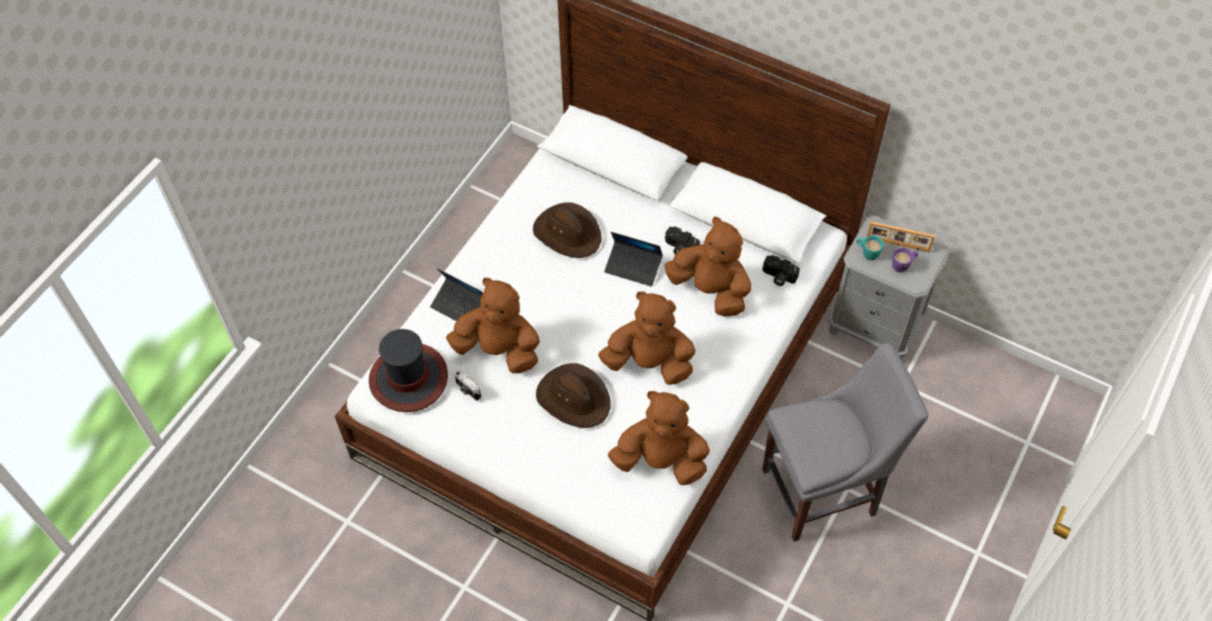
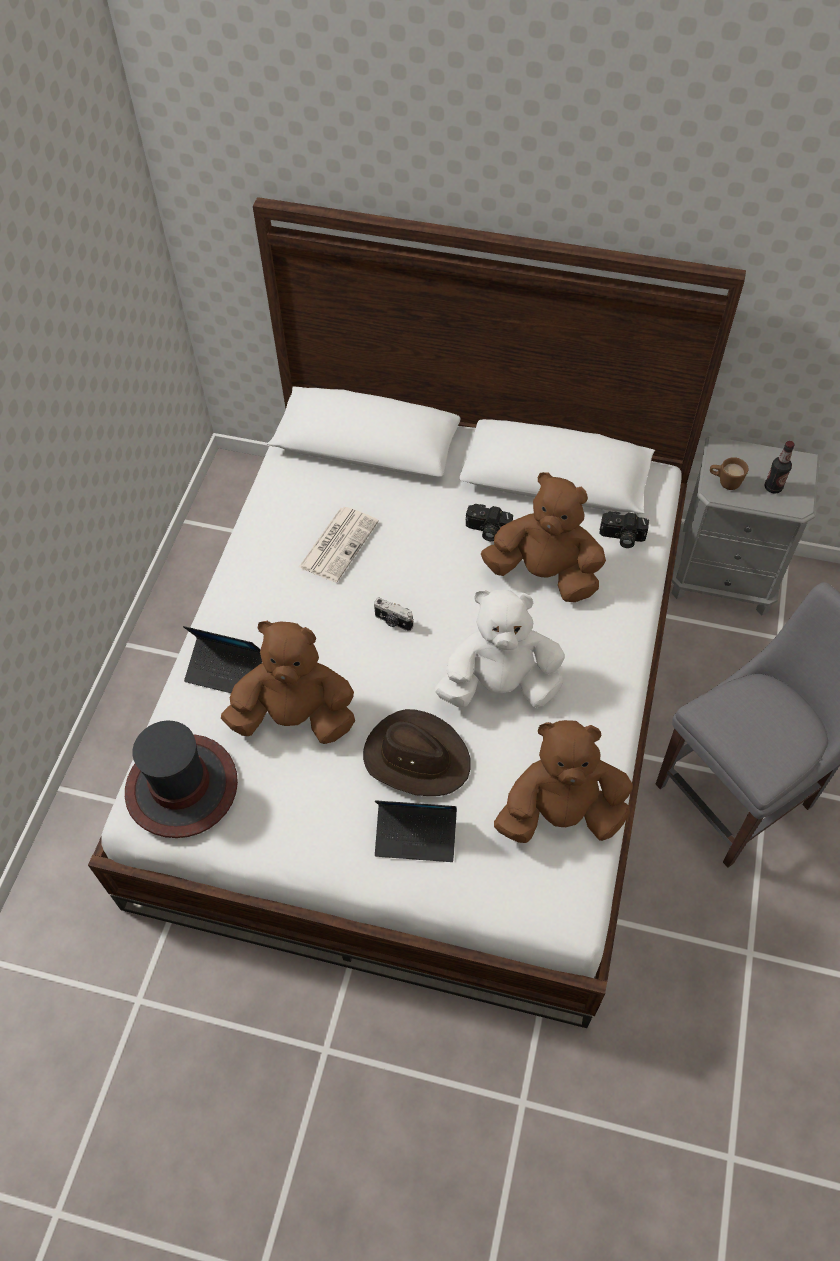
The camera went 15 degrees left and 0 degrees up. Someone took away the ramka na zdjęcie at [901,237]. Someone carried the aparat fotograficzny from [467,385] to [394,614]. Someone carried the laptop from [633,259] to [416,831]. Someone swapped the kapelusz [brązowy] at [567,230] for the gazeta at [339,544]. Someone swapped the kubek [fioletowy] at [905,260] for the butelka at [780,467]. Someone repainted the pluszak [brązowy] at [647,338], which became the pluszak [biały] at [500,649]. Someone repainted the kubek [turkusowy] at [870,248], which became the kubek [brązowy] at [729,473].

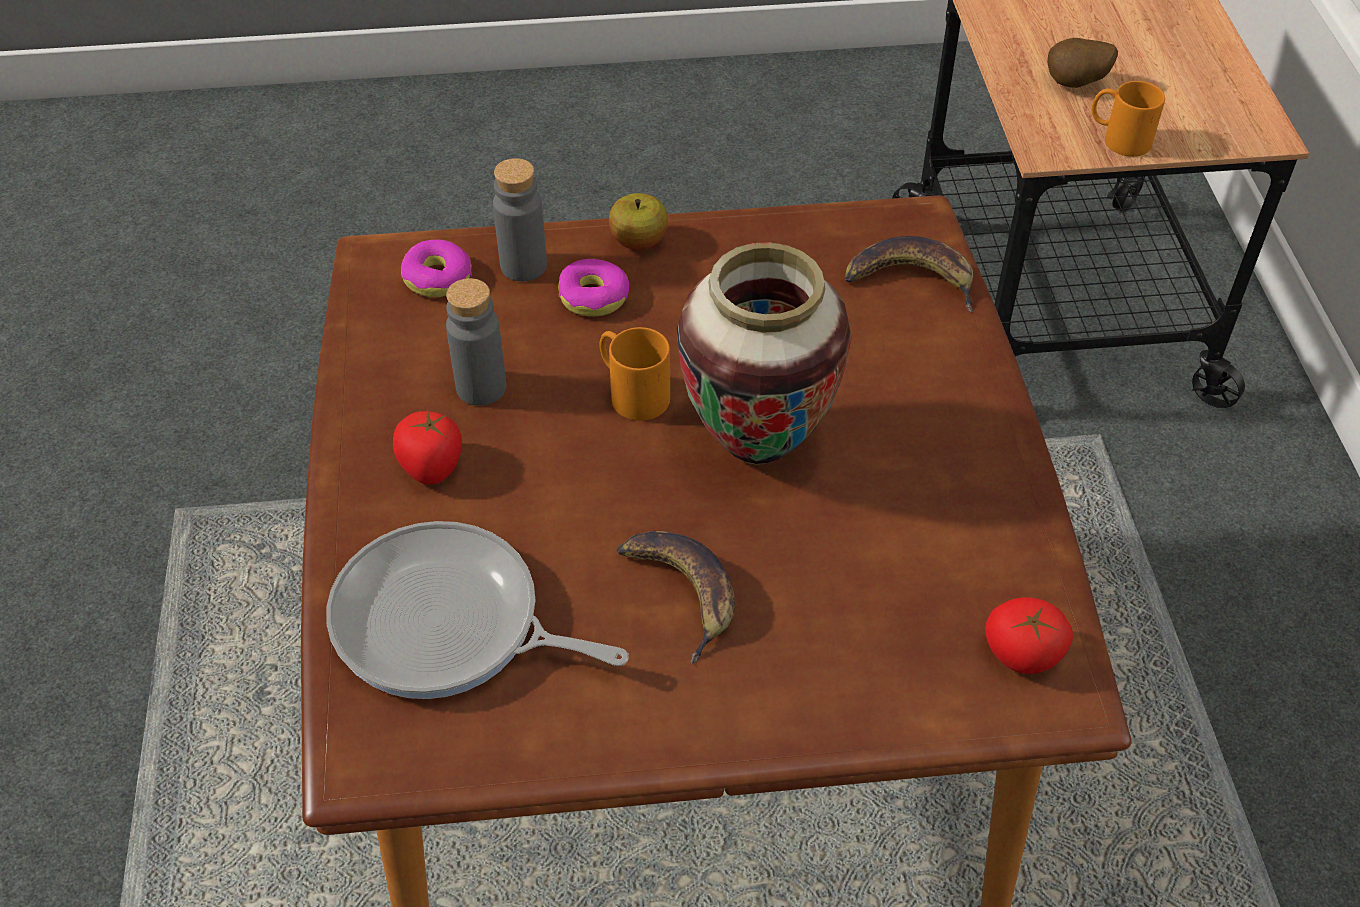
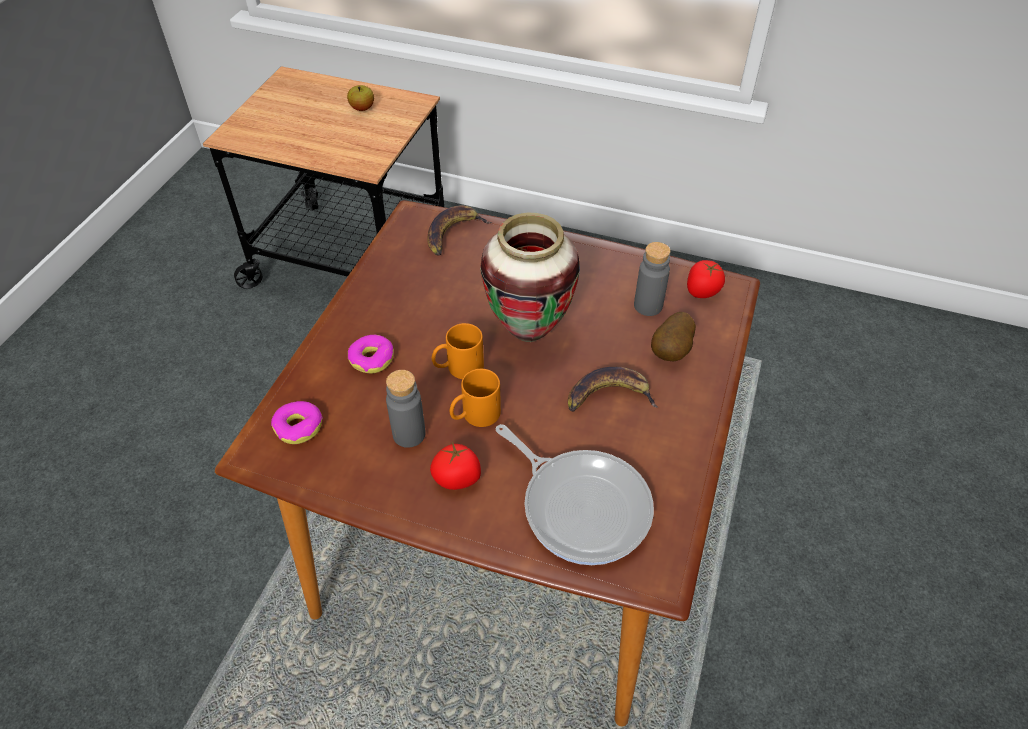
The camera went 65 degrees left and 0 degrees up. Someone carried the butelka [szary] from [520,219] to [652,279]. Someone carried the jabłko from [638,221] to [360,98]. Someone carried the ziemniak from [1082,63] to [673,336]. Someone carried the kubek [pomarańczowy] from [1128,119] to [475,398]. Someone rotated the patelnia at [477,610] by 90 degrees counterclockwise.

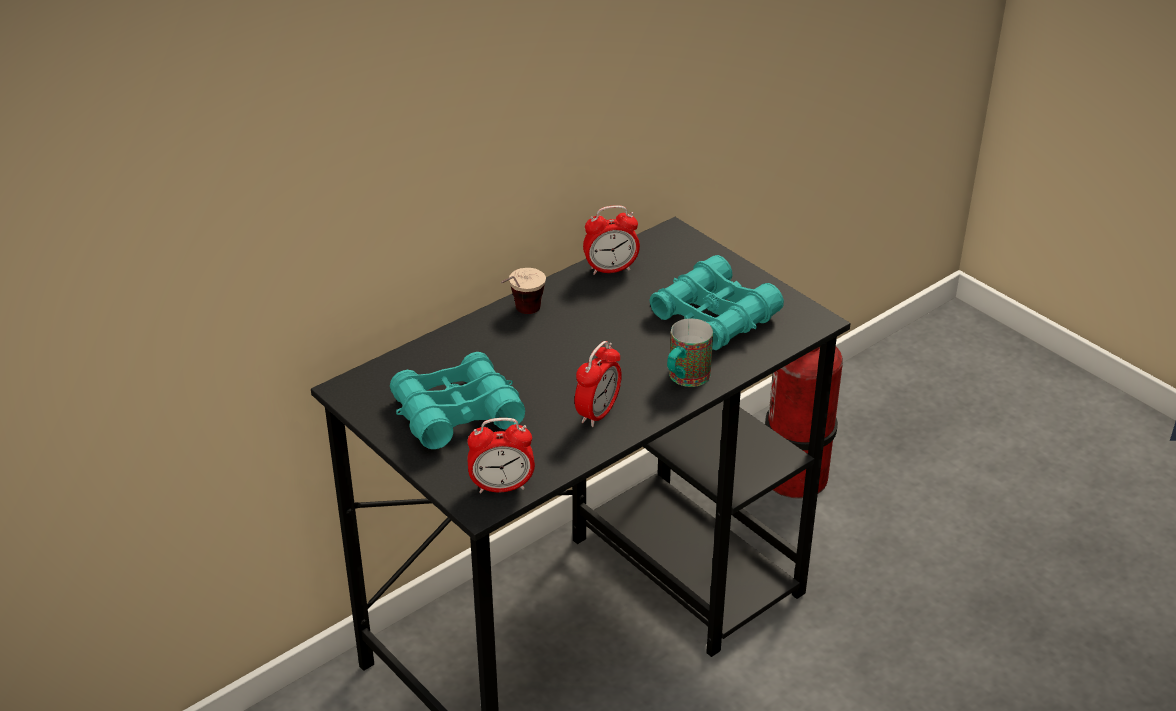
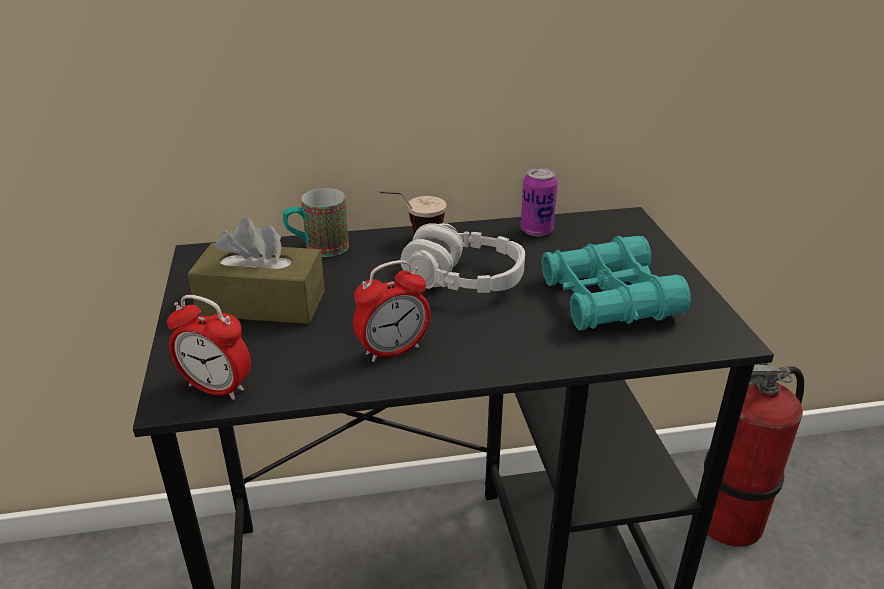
The camera went 30 degrees right and 5 degrees down. Someone put down the słuchawki [szary] at [462,258]. Someone carried the kubek from [690,352] to [316,222]. Someone swapped the lornetka [turkusowy] at [457,400] for the pudełko chusteczek [brązowy] at [256,271]. Someone swapped the budzik at [611,240] for the puszka at [539,201].

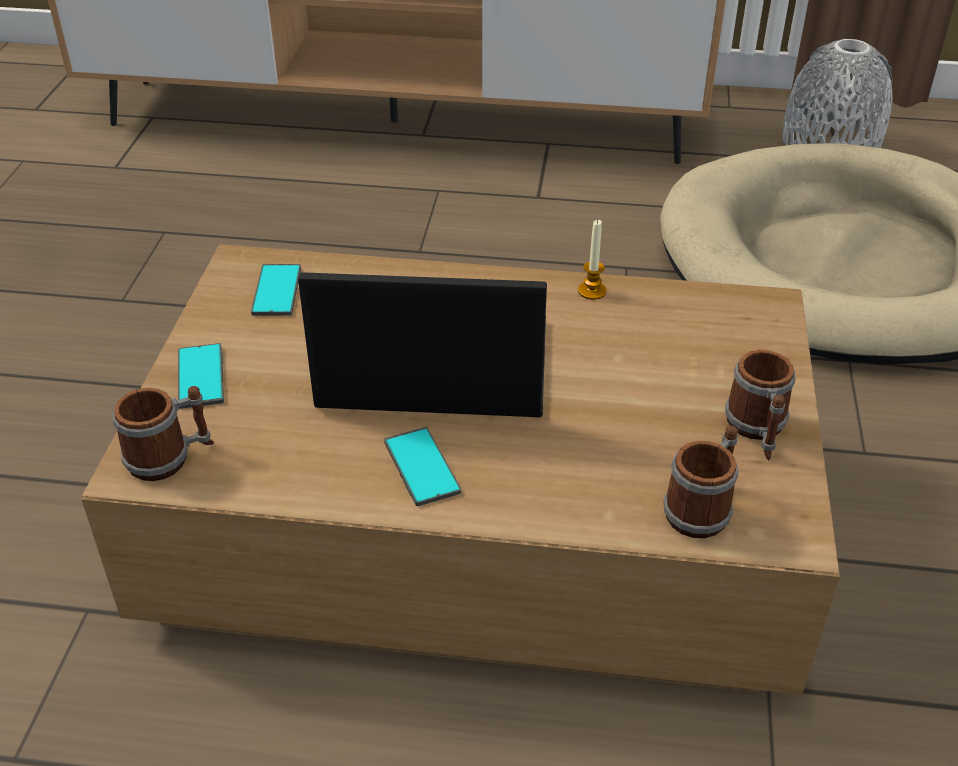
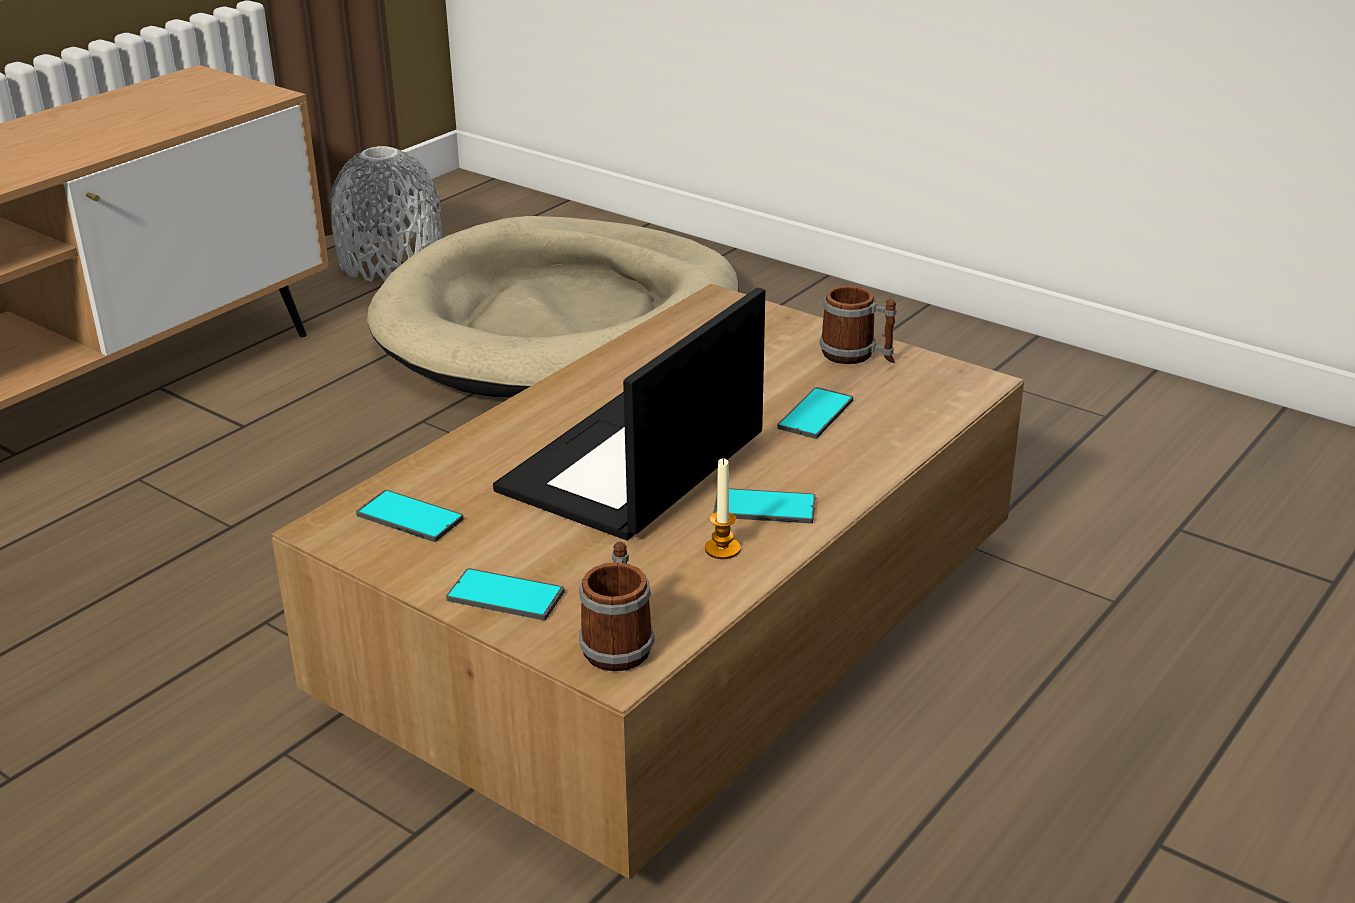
The camera went 60 degrees left and 10 degrees down. Someone took away the kubek at [700,481]. Someone put down the telefon at [815,413]. Someone carried the świeca from [592,259] to [723,508].

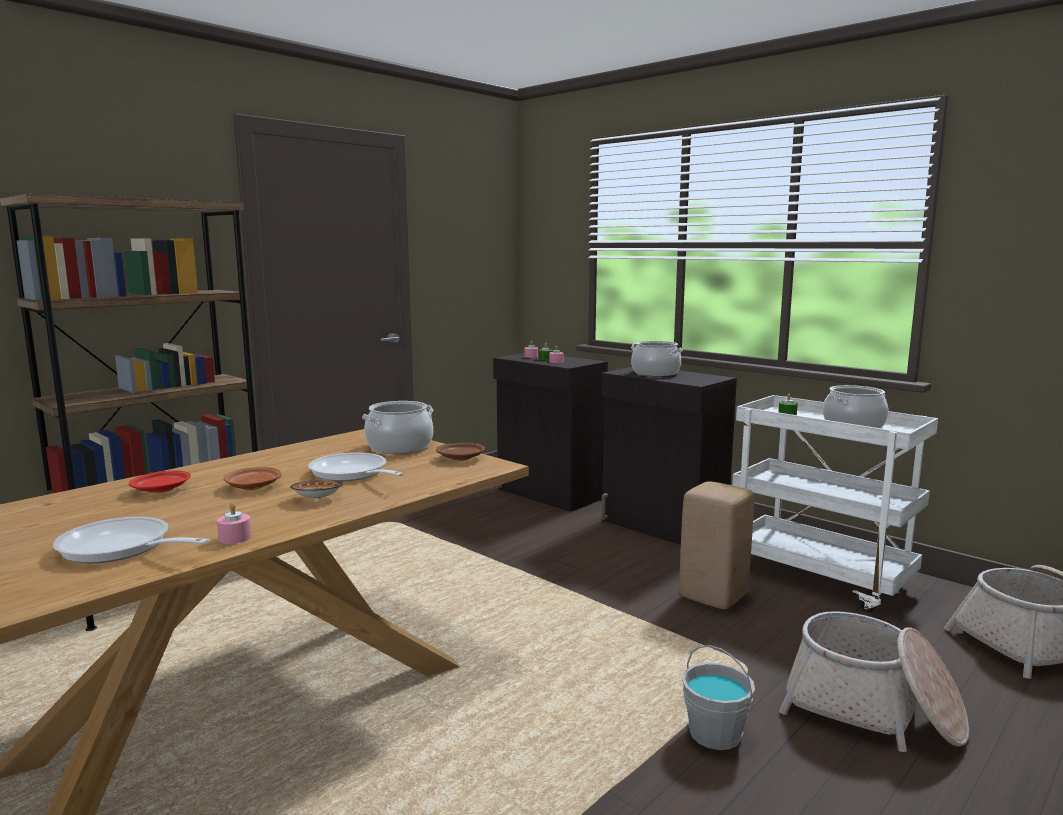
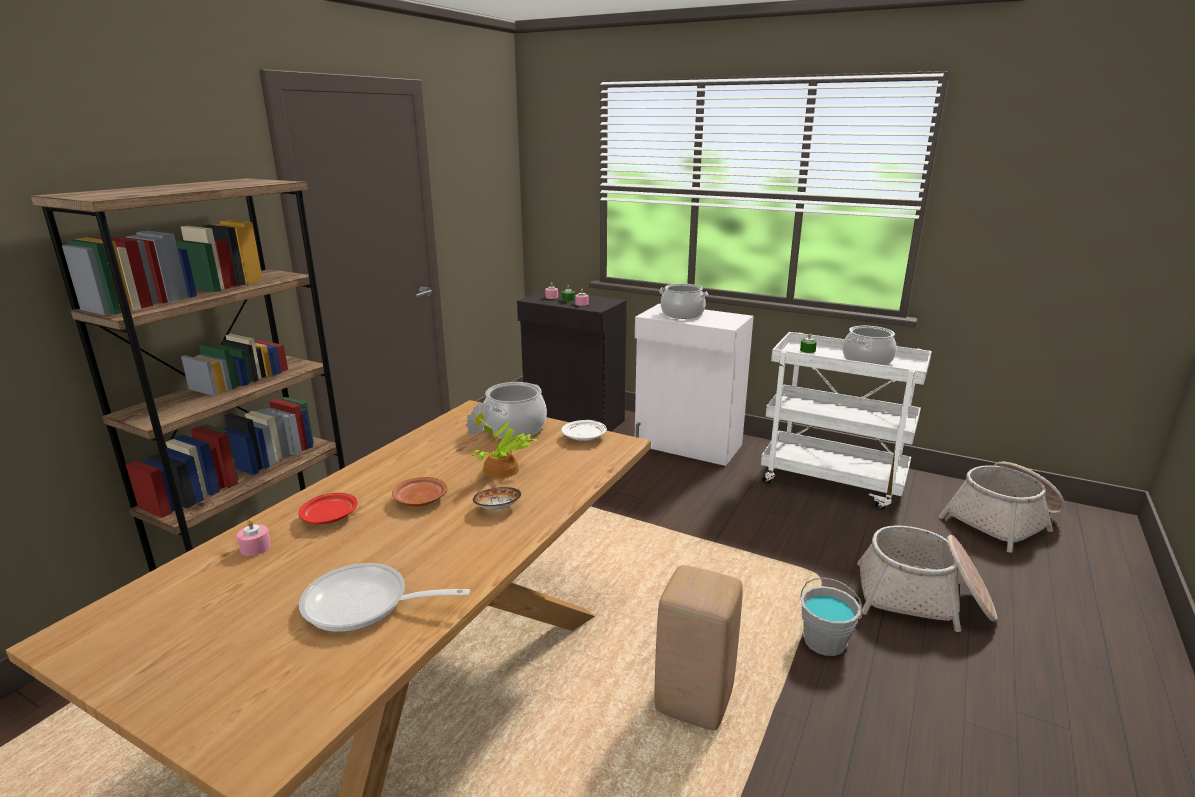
The camera went 15 degrees left and 10 degrees up. Someone carried the świeca [różowy] from [234,523] to [254,537]. Someone carried the stołek [beżowy] from [716,545] to [698,647]. Someone swapped the patelnia at [356,467] for the roślina doniczkowa at [502,439]. Someone repainted the talerz [brązowy] at [460,452], which became the talerz [biały] at [584,430]. Someone repainted the szafka [czarny] at [669,456], which became the szafka [biały] at [694,385].

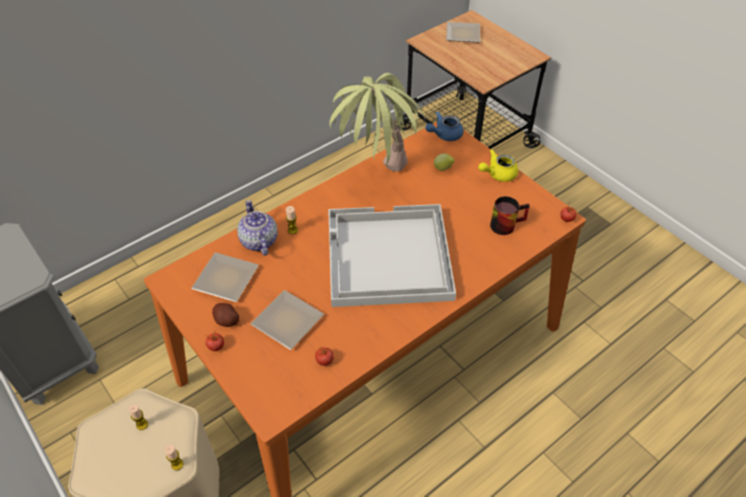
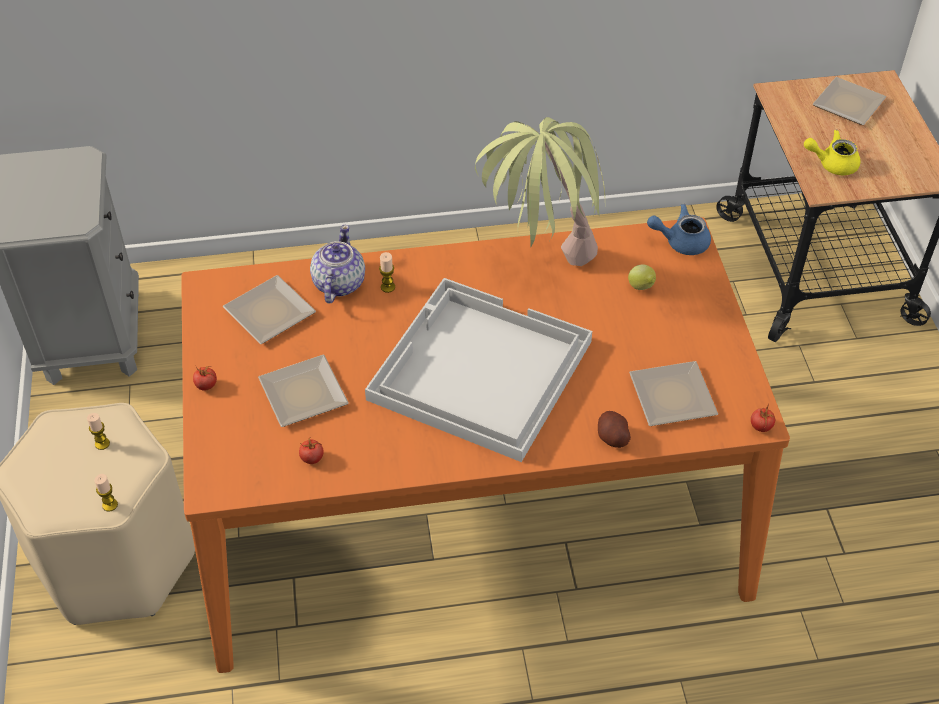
The camera went 30 degrees right and 0 degrees up. Someone carried the ziemniak from [225,315] to [614,429]. Someone carried the imbryk [żółty] from [498,165] to [832,152]. Someone swapped the kubek at [510,215] for the talerz at [673,393].

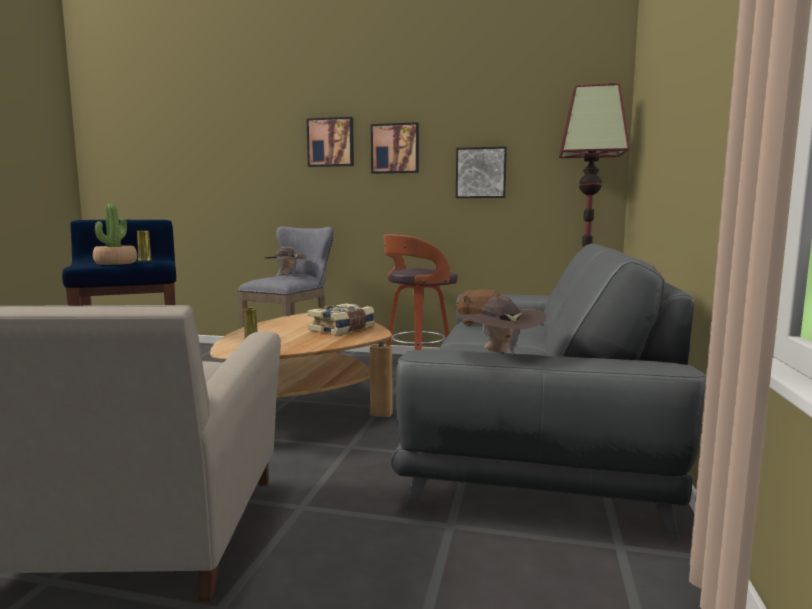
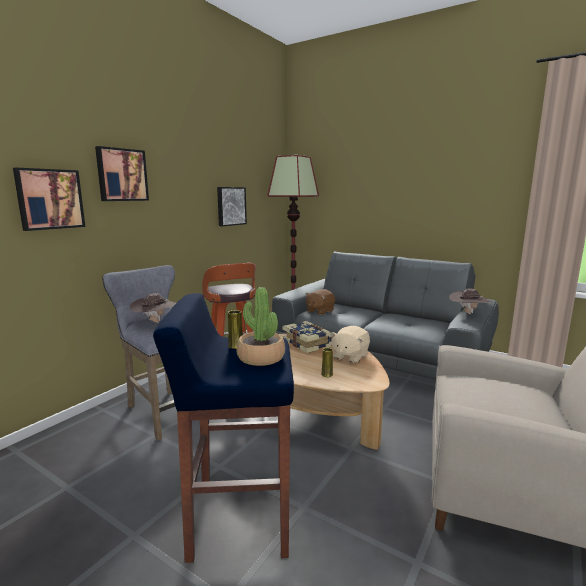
The camera went 70 degrees left and 5 degrees up. Someone put down the pluszak [beżowy] at [350,345]. Someone carried the obraz from [395,148] to [49,199].

